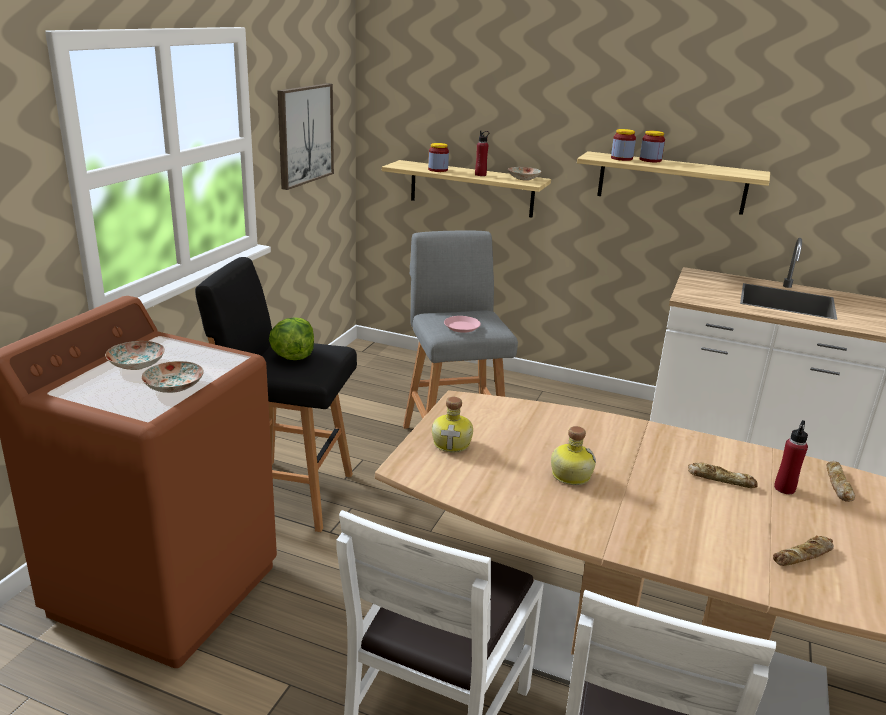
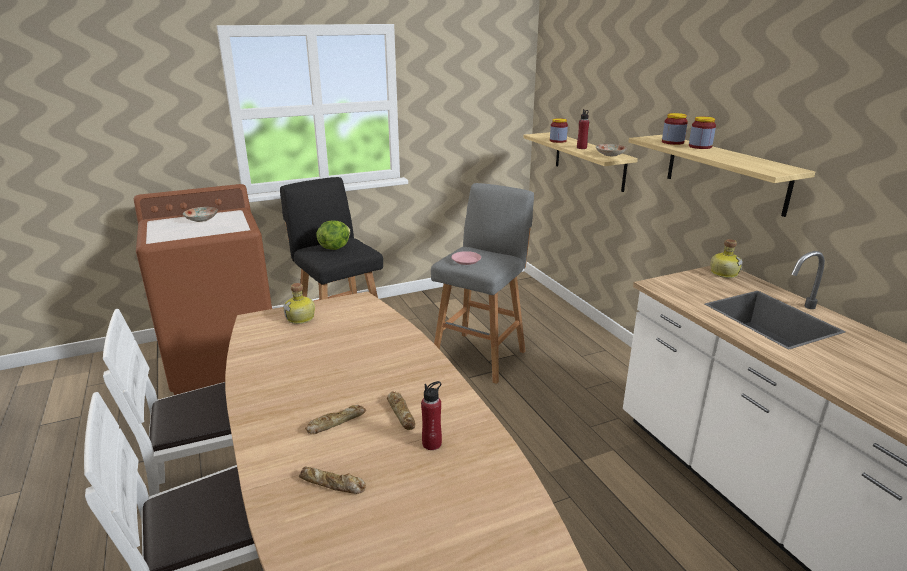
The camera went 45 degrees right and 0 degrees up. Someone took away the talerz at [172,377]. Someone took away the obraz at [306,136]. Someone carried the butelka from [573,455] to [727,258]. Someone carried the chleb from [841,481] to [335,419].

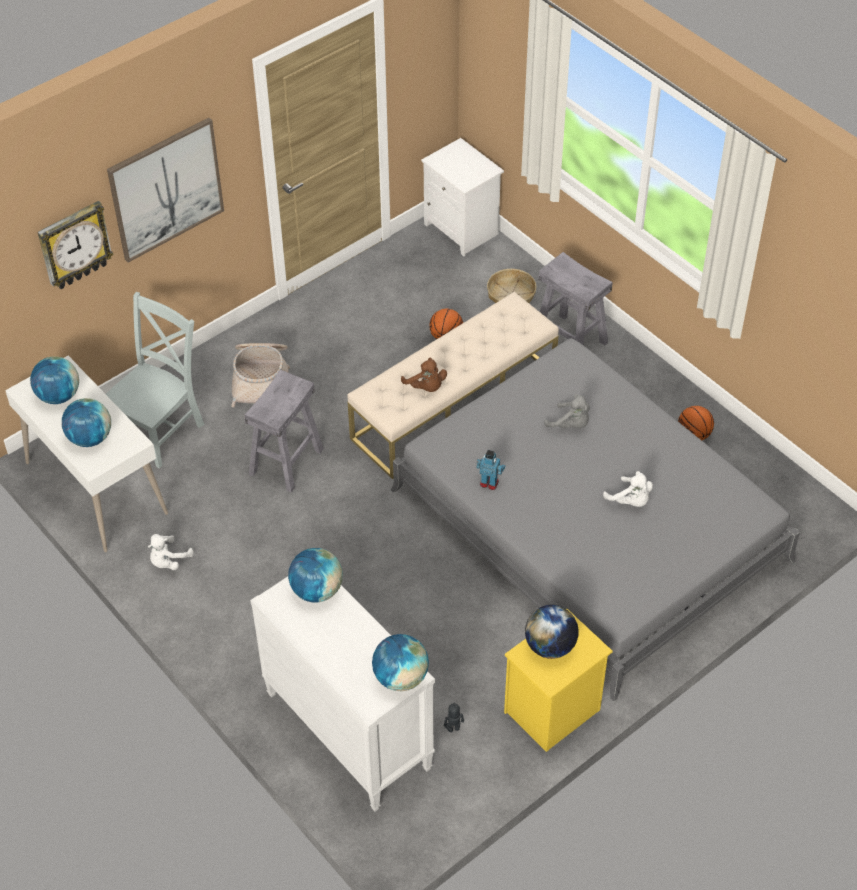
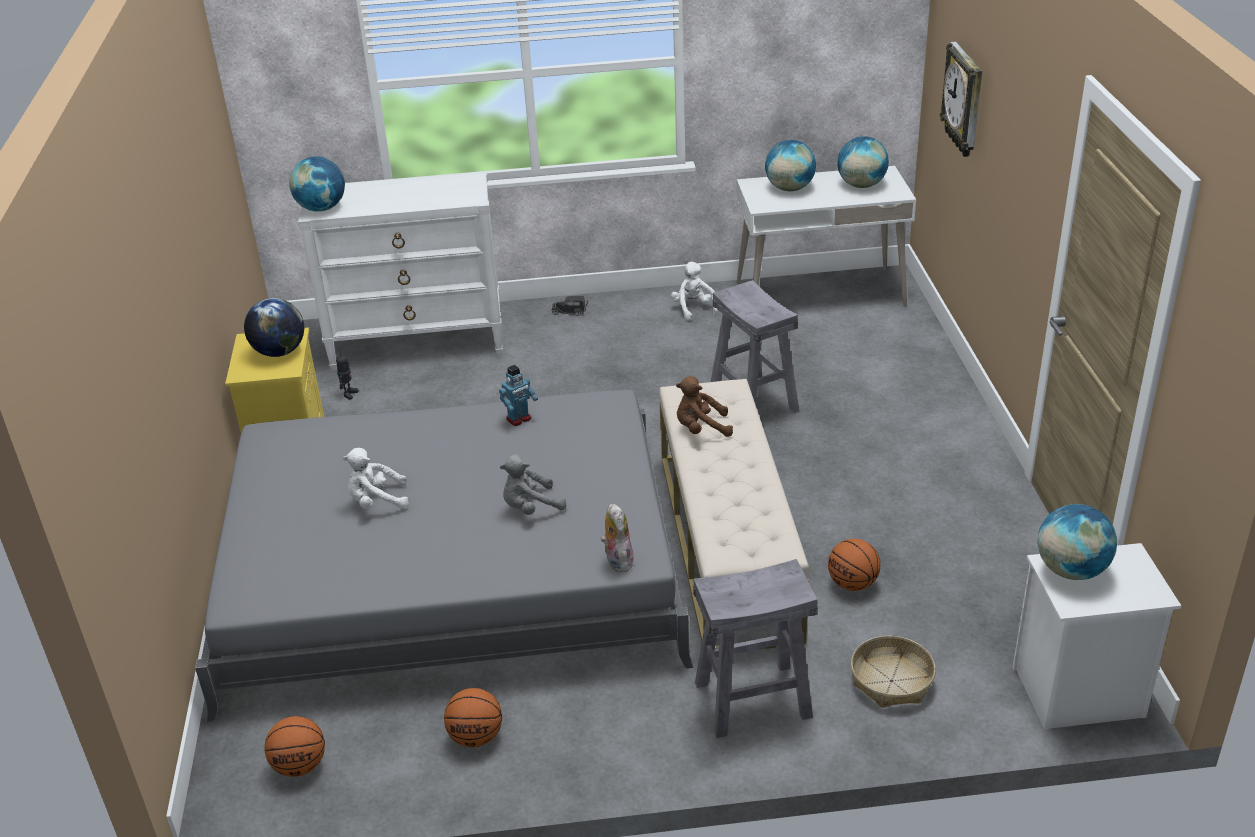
The camera went 125 degrees right and 15 degrees down. Someone took away the krzesło [szary] at [155,380]. Someone took away the obraz at [165,190]. Someone took away the koszyk at [260,375]. Someone put down the piłka do koszykówki at [294,746]. Someone put down the ciężarówka zabawkowa at [569,306]. Someone put down the pluszak at [617,538]. Someone carried the globus from [315,575] to [1077,542].

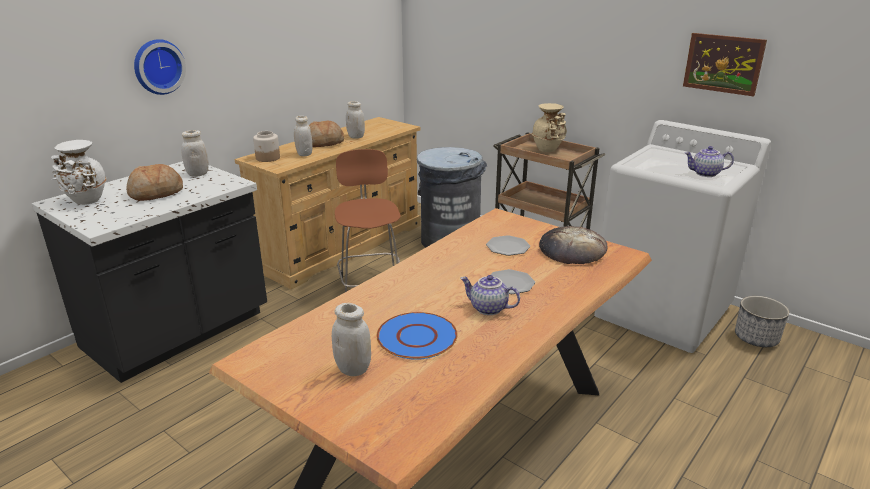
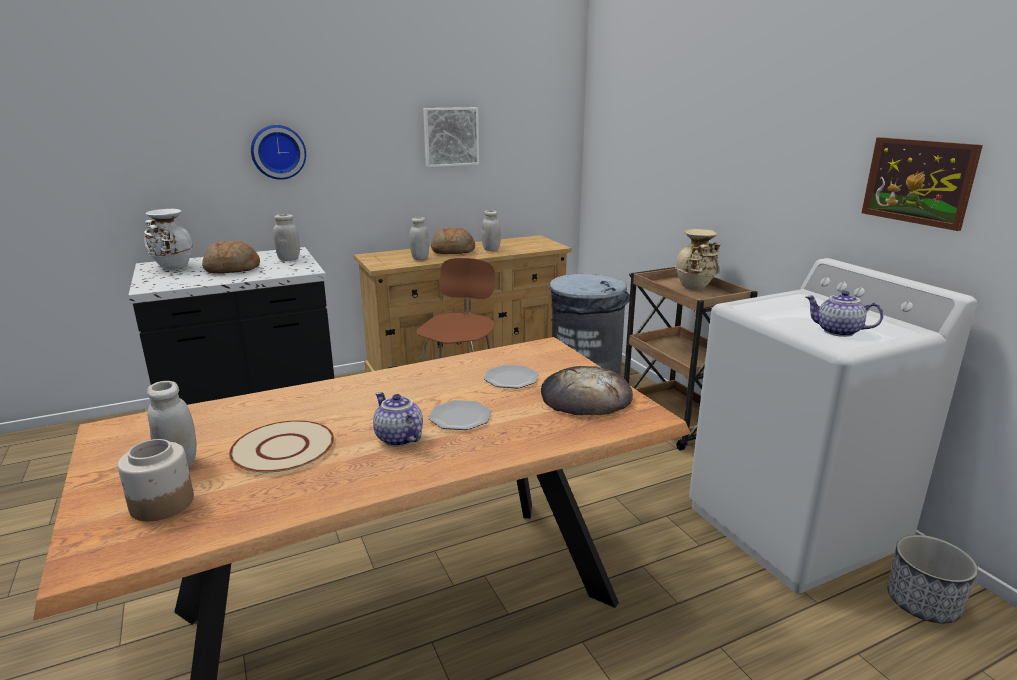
The camera went 25 degrees right and 5 degrees down. Someone put up the obraz at [451,137]. Someone carried the słoik from [266,146] to [156,480]. Someone repainted the talerz [niebieski] at [417,336], which became the talerz [beżowy] at [281,447].

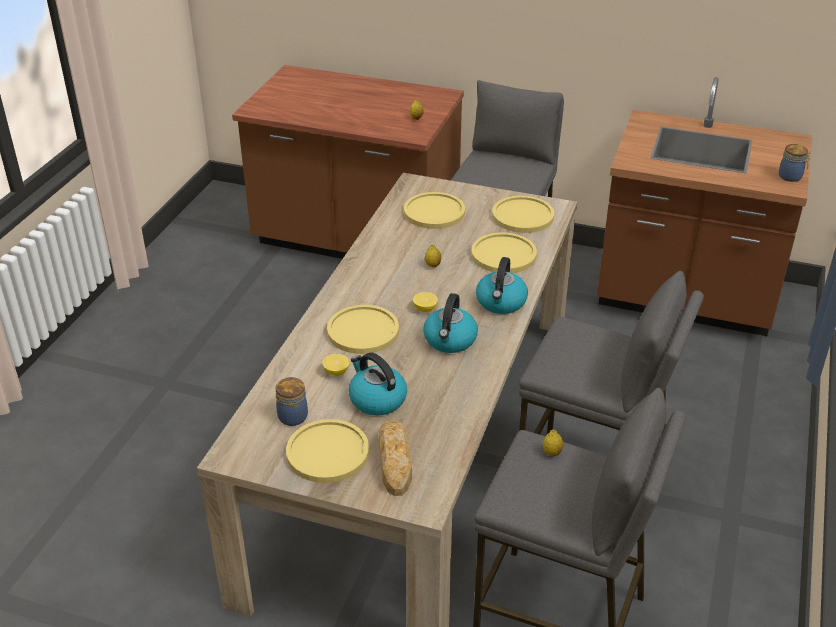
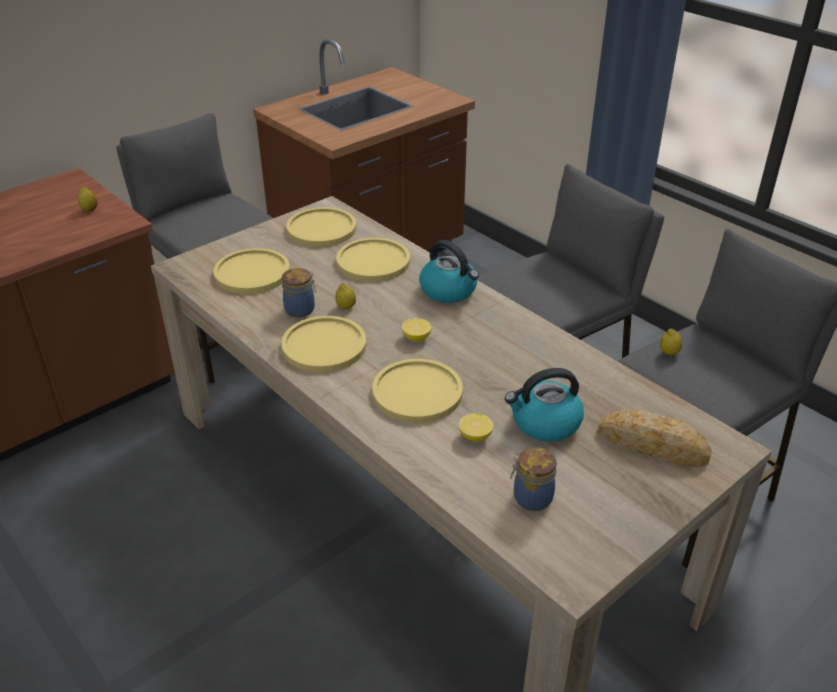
The camera went 60 degrees left and 0 degrees up. Someone took away the czajnik at [450,323]. Someone carried the talerz [żółty] from [327,451] to [323,344]. Someone carried the słoik from [795,163] to [299,293].

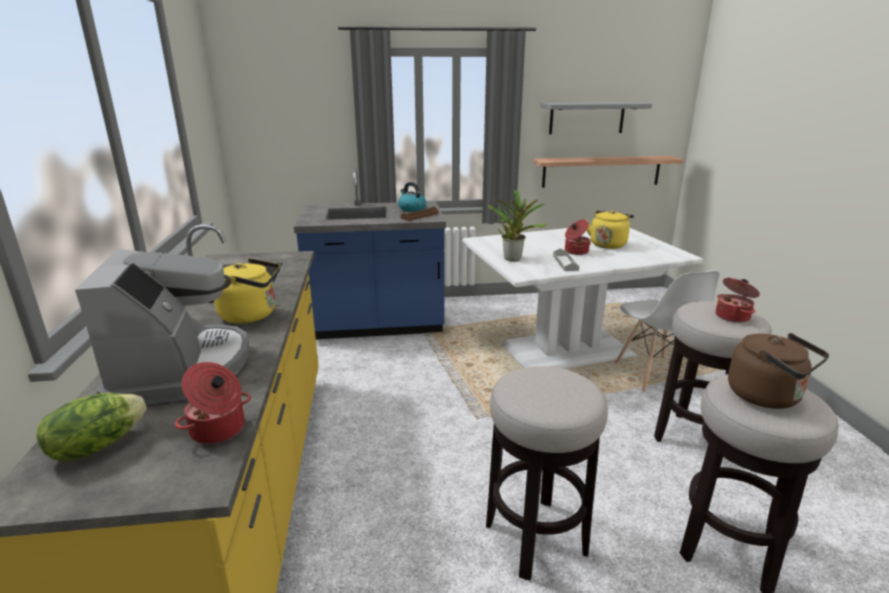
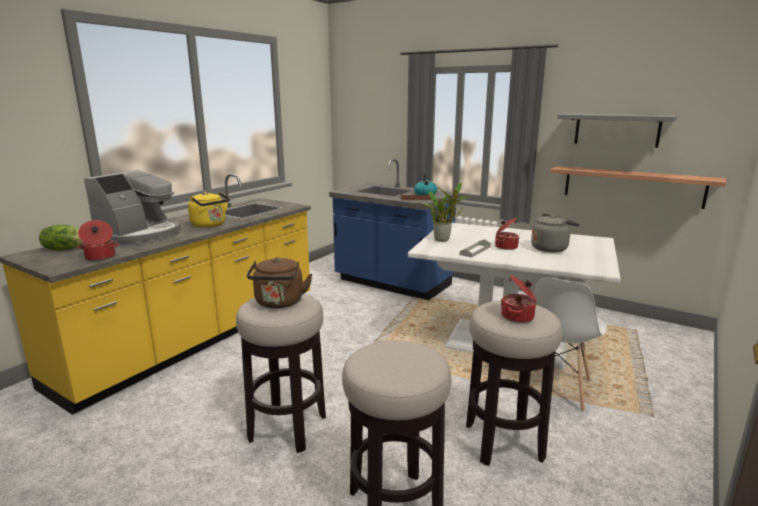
The camera went 40 degrees right and 5 degrees down. Someone carried the czajnik [brązowy] from [778,371] to [279,283]. Someone repainted the czajnik [żółty] at [610,229], which became the czajnik [szary] at [555,233].

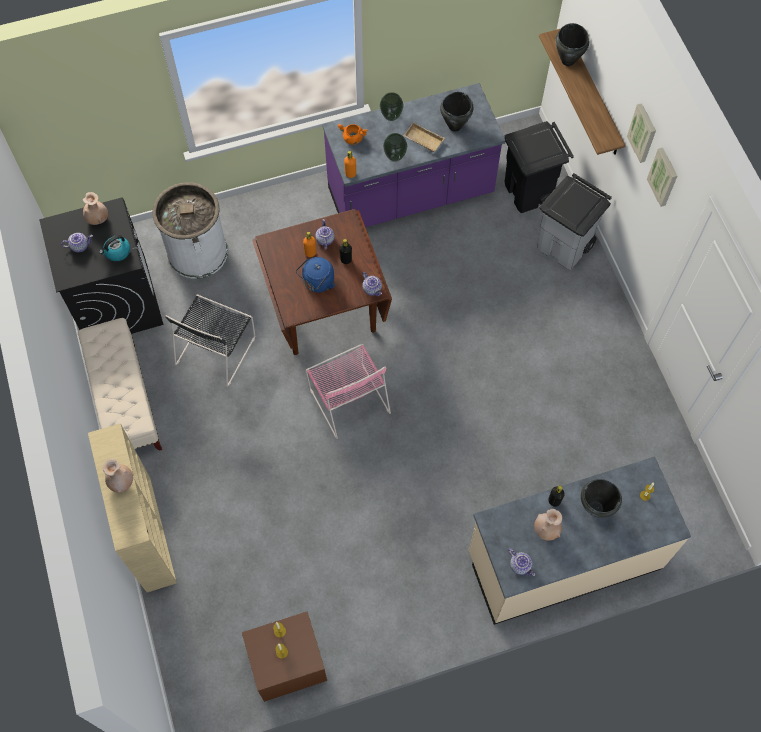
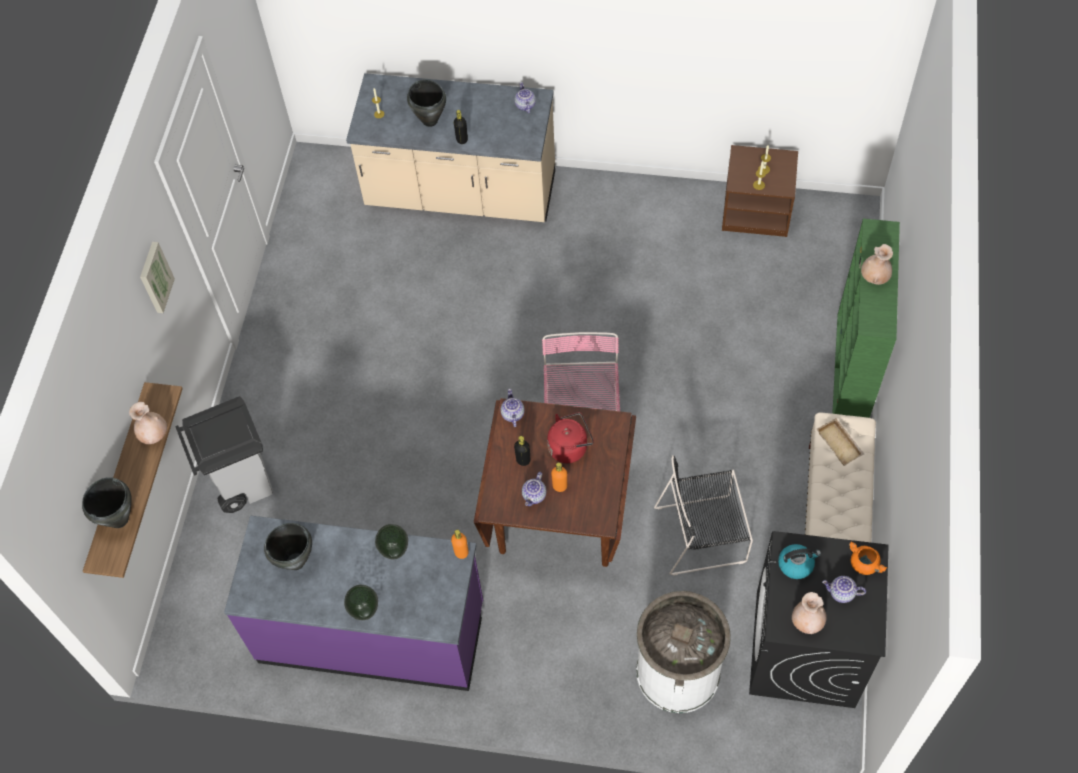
The camera went 150 degrees left and 5 degrees down. Someone took away the kosz na śmieci [czarny] at [539,167]. Someone took away the obraz at [641,133]. Someone carried the garnek [pomarańczowy] from [352,134] to [868,558]. Someone carried the taca [beżowy] from [423,137] to [840,442]. Someone carried the wazon [beżowy] from [548,525] to [148,423]. Someone repainted the regał [beżowy] at [132,507], which became the regał [zielony] at [866,318]. Someone repainted the czajnik [niebieski] at [315,275], which became the czajnik [czerwony] at [570,437]. Someone rotated the krzesło [czarny] at [210,341] by 150 degrees counterclockwise.

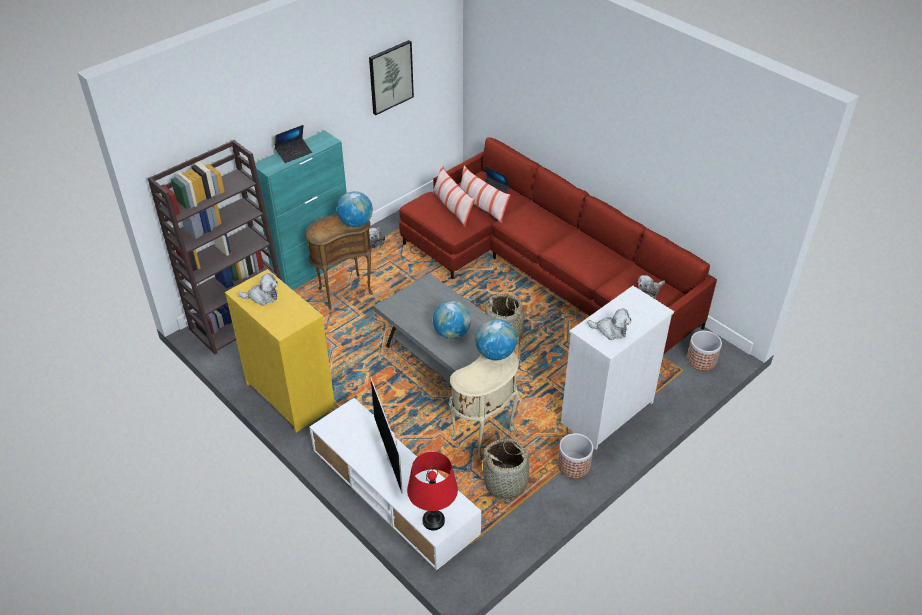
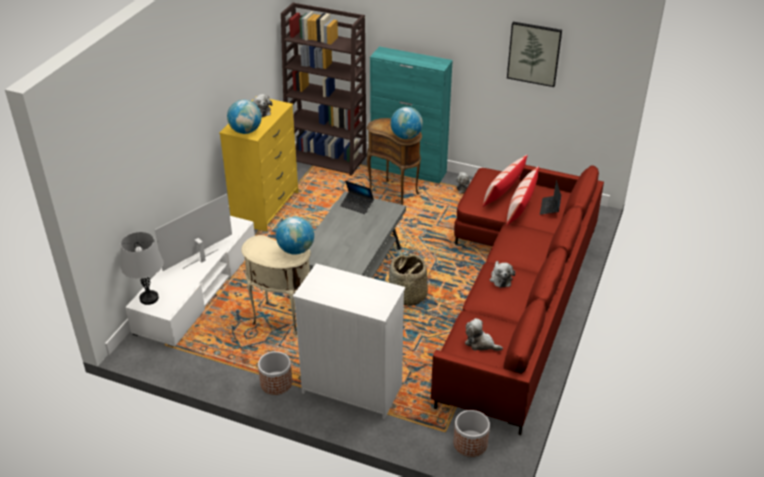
The camera went 65 degrees right and 5 degrees down. Someone took away the koszyk at [507,468]. Someone carried the laptop from [293,144] to [357,197]. Someone carried the globus from [452,320] to [244,117]. Someone carried the pluszak from [609,324] to [502,274]. Someone repainted the lampa stołowa [czerwony] at [432,491], which became the lampa stołowa [szary] at [142,268].

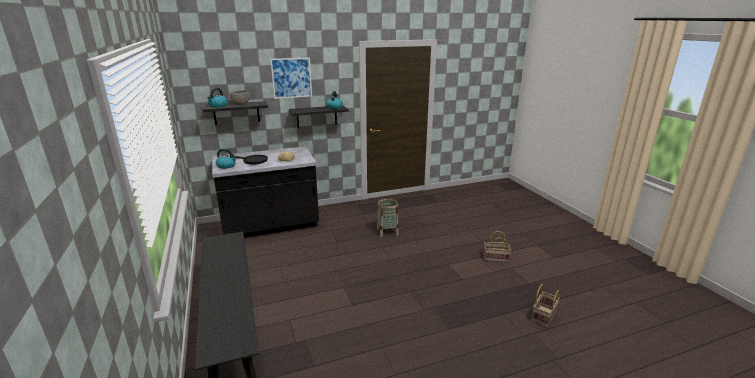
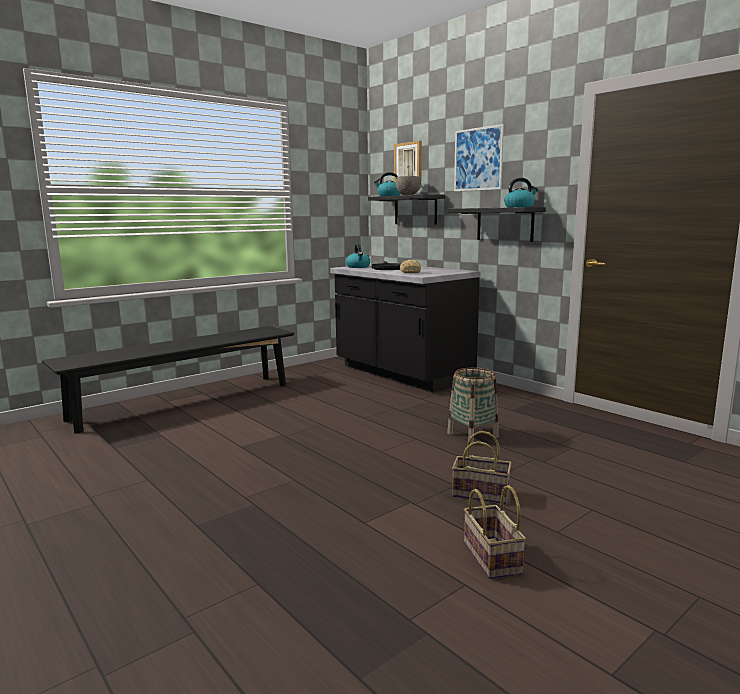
The camera went 70 degrees right and 10 degrees down. Someone put up the obraz at [408,164]. Someone carried the koszyk from [545,305] to [481,467].

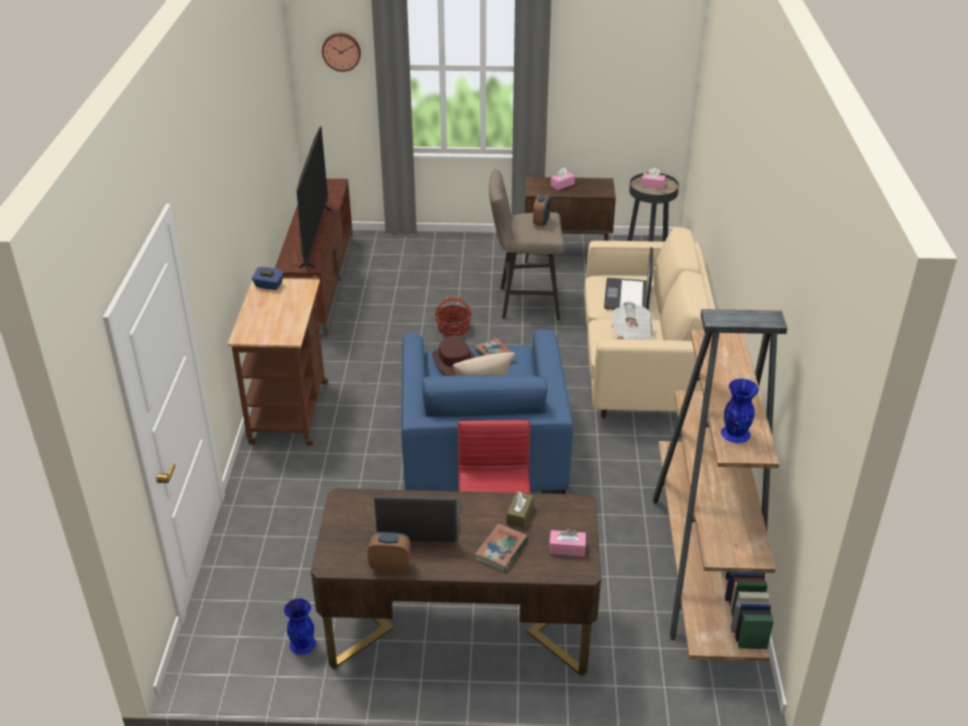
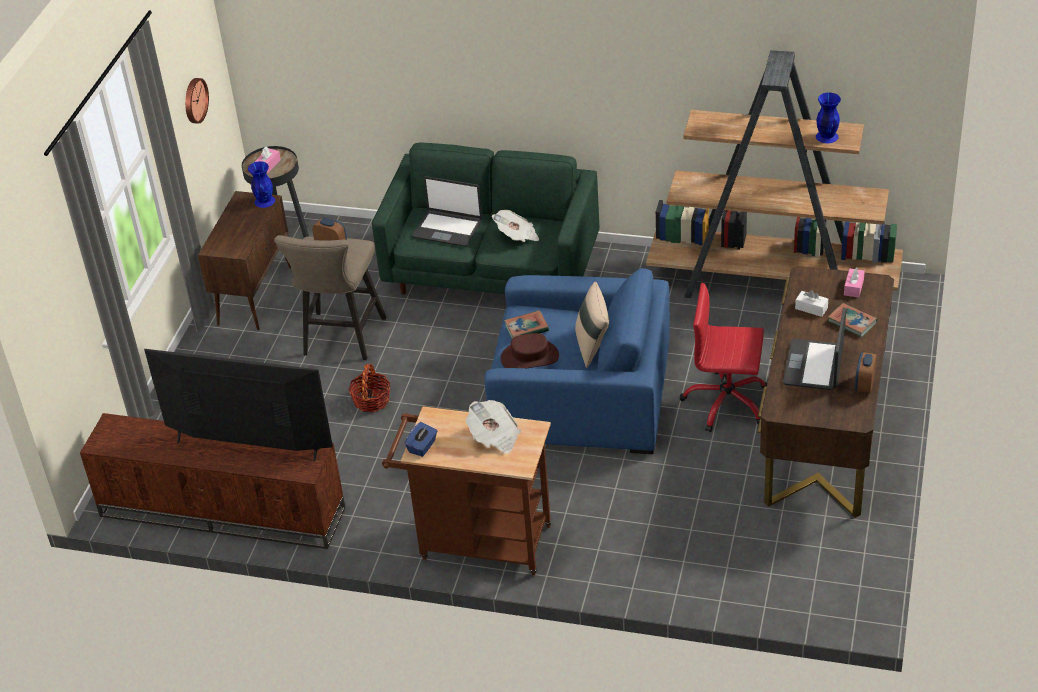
The camera went 75 degrees left and 5 degrees up. Someone took away the pudełko chusteczek [różowy] at [563,179]. Someone put down the gazeta at [493,427]. Someone carried the wazon [niebieski] from [300,627] to [261,184]. Someone carried the zegar ścienny from [341,52] to [197,101]. Someone repainted the pudełko chusteczek [brązowy] at [520,509], which became the pudełko chusteczek [biały] at [811,303]. Someone repainted the kanapa [beżowy] at [650,322], which became the kanapa [zielony] at [485,219].

